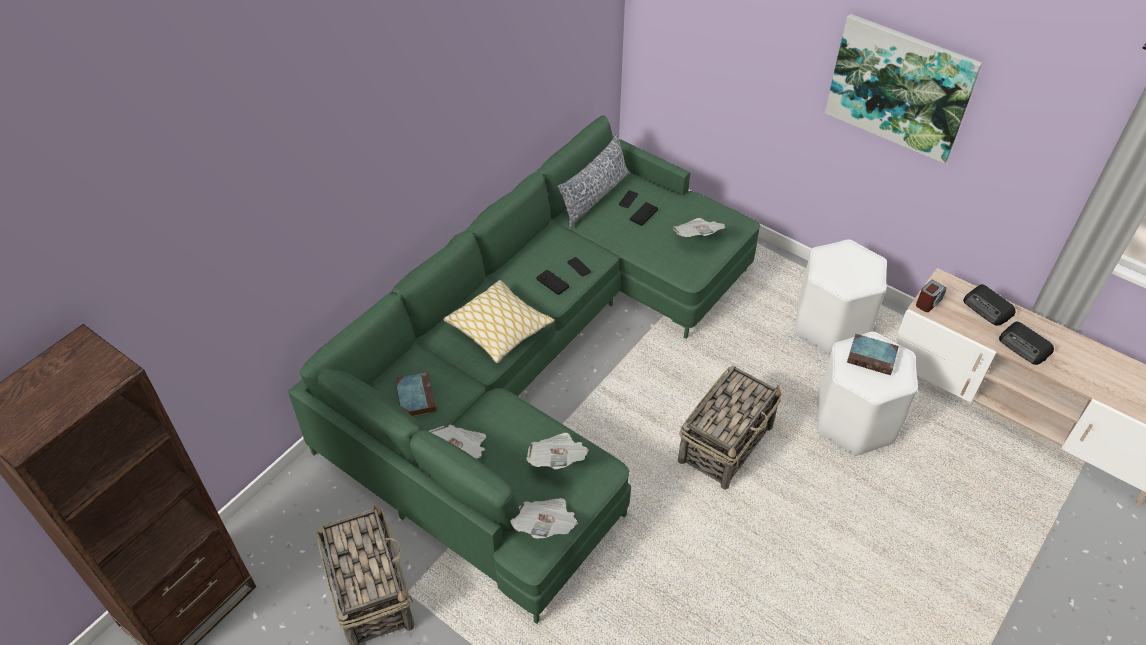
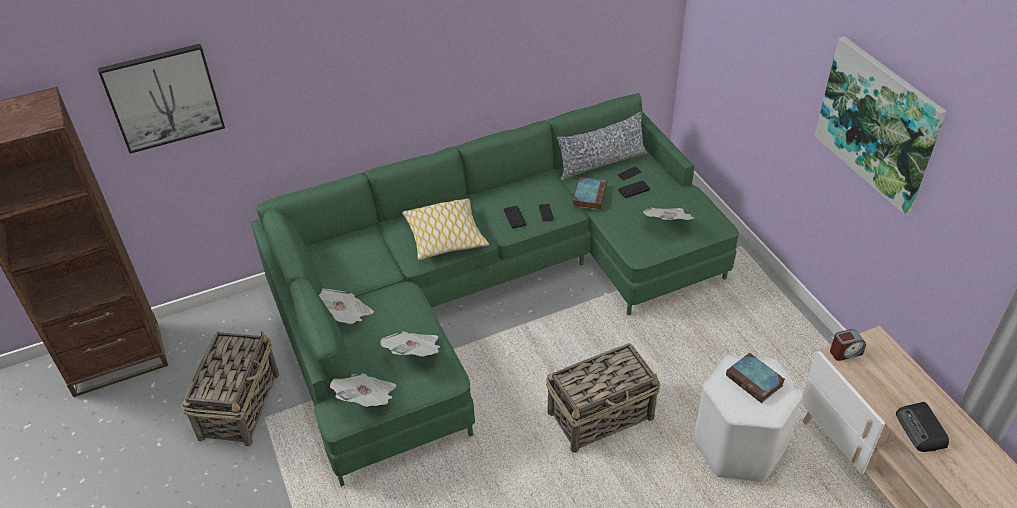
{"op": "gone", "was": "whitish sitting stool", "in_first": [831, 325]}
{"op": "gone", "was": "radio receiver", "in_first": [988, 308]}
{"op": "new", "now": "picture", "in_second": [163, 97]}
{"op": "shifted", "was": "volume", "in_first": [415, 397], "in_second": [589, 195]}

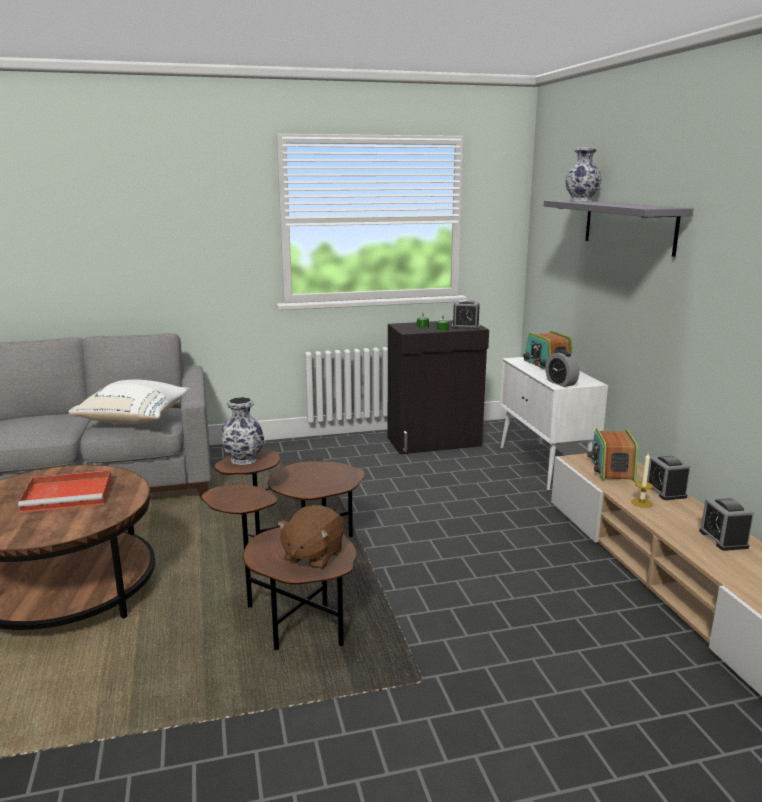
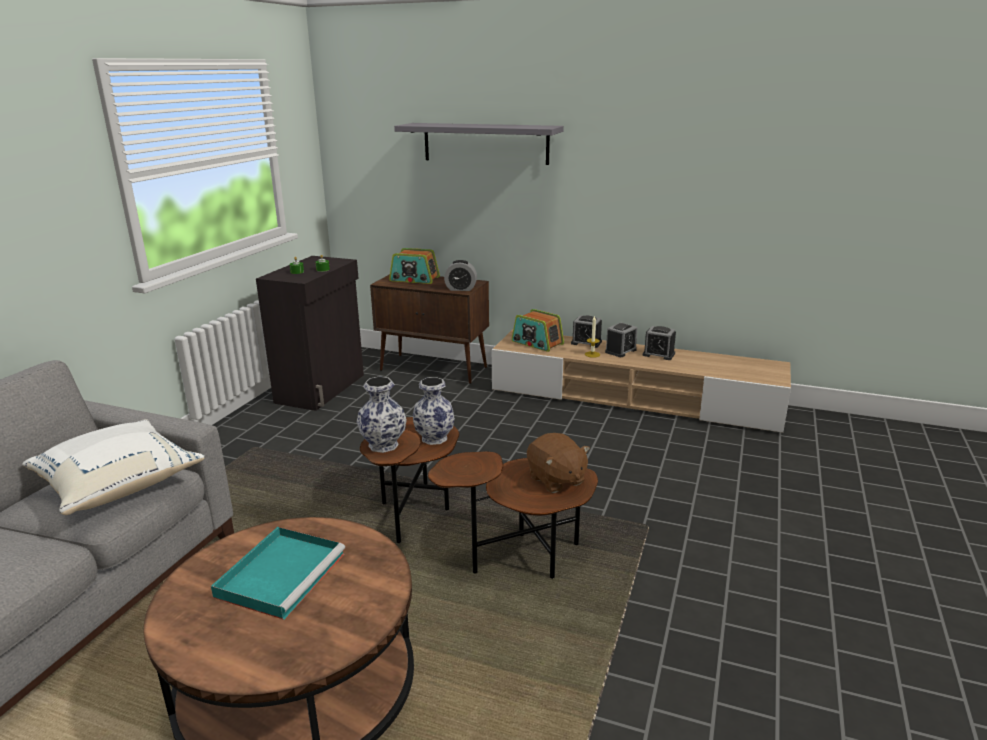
{"op": "shifted", "was": "bedside clock", "in_first": [465, 327], "in_second": [620, 351]}
{"op": "shifted", "was": "decorative vase", "in_first": [581, 200], "in_second": [435, 438]}
{"op": "repainted", "was": "red tray", "now": "turquoise tray", "in_first": [70, 494], "in_second": [282, 573]}
{"op": "repainted", "was": "whitish storage cabinet", "now": "brown storage cabinet", "in_first": [545, 466], "in_second": [434, 369]}

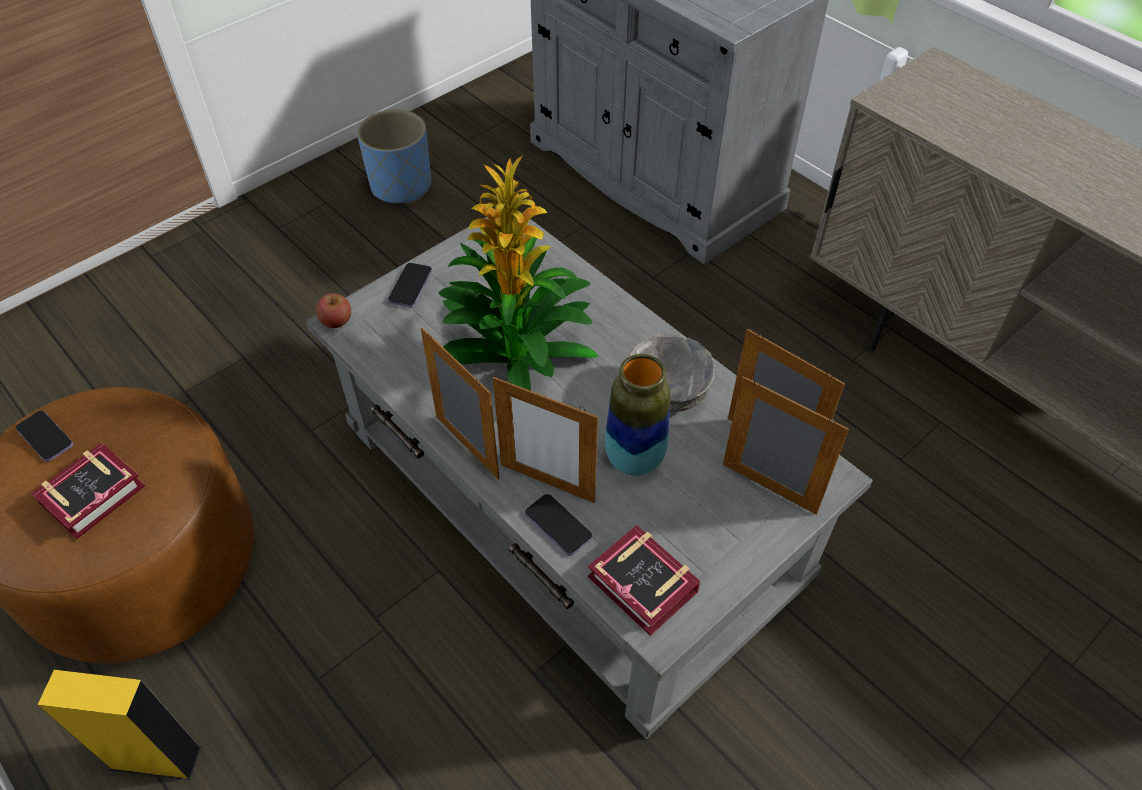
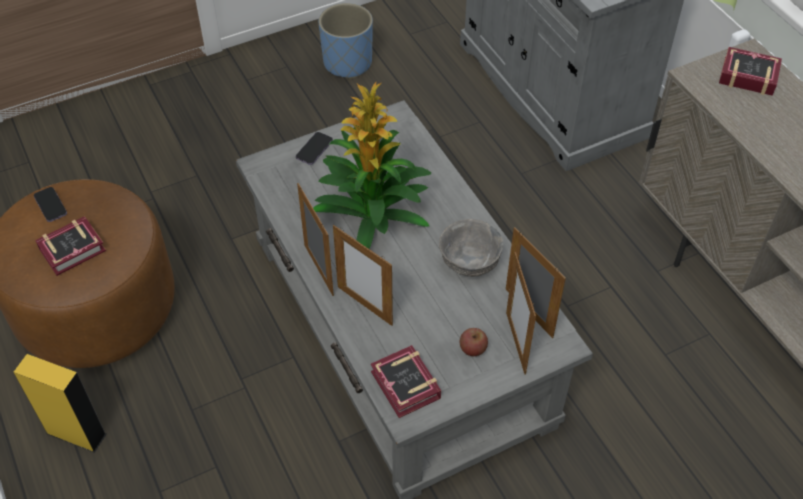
{"op": "gone", "was": "phone", "in_first": [558, 526]}
{"op": "gone", "was": "decorative vase", "in_first": [634, 459]}
{"op": "new", "now": "volume", "in_second": [746, 74]}
{"op": "shifted", "was": "whole apple", "in_first": [336, 321], "in_second": [473, 348]}
{"op": "rotated", "was": "picture frame", "in_first": [769, 488], "in_second": [515, 343], "clockwise": -150}

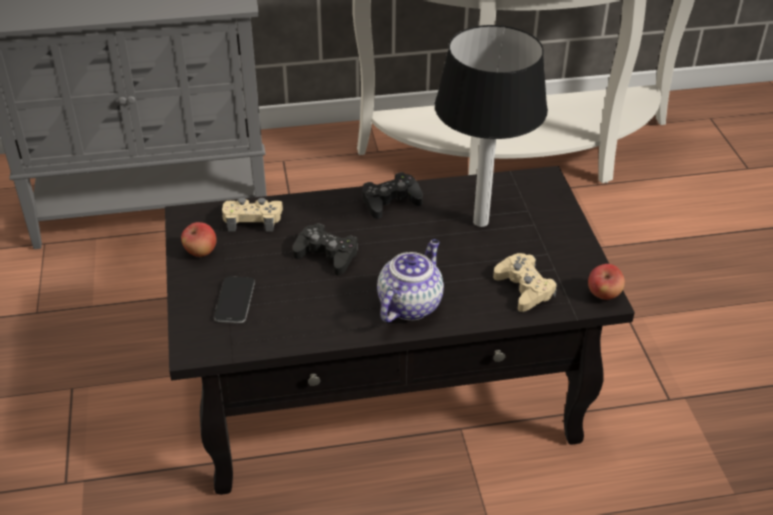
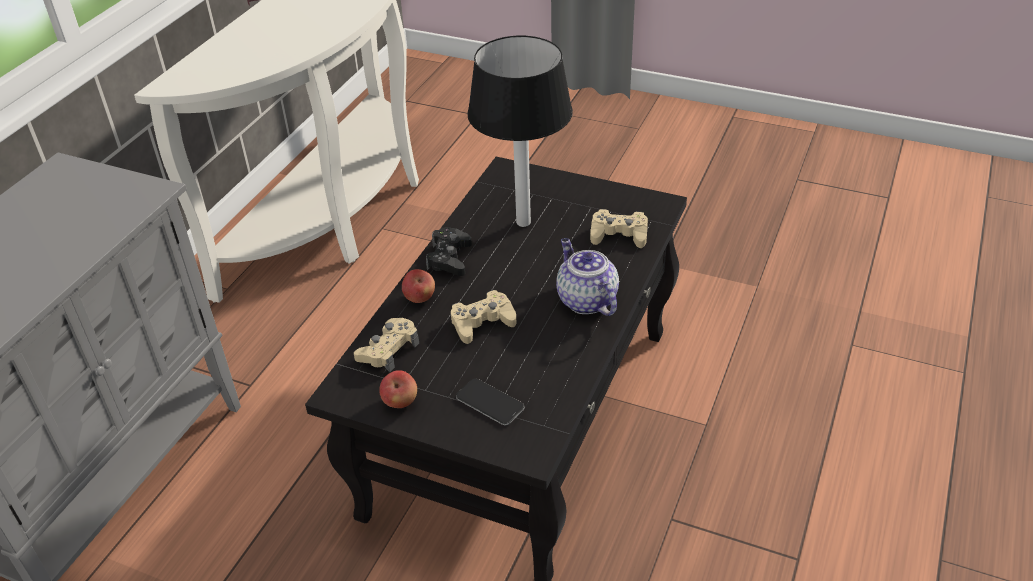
{"op": "shifted", "was": "whole apple", "in_first": [603, 294], "in_second": [419, 298]}
{"op": "repainted", "was": "blackish joypad", "now": "beige joypad", "in_first": [327, 255], "in_second": [482, 322]}

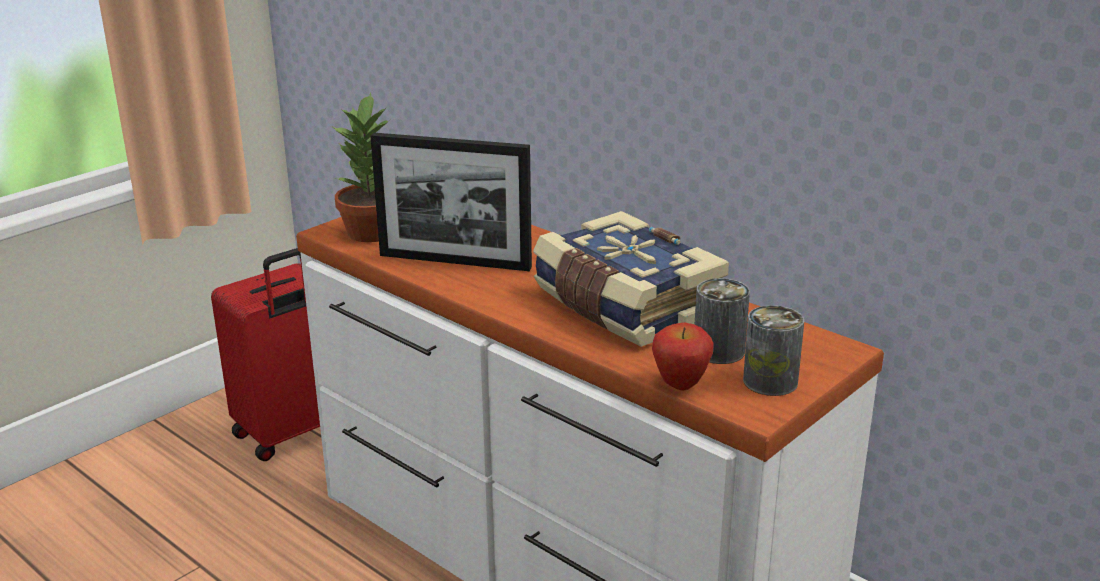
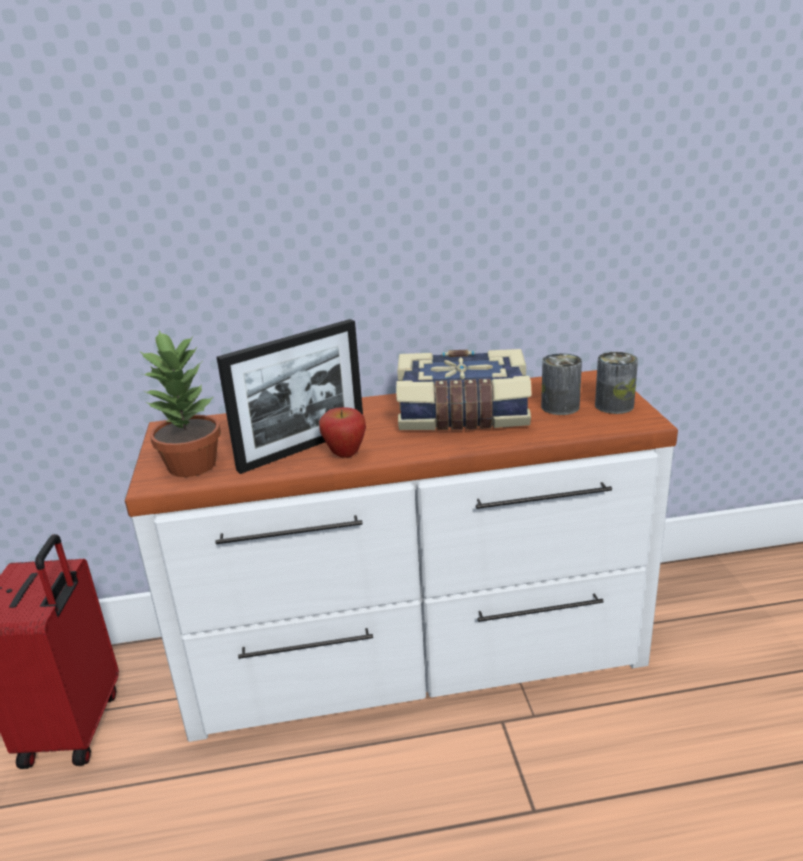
{"op": "shifted", "was": "whole apple", "in_first": [680, 385], "in_second": [345, 455]}

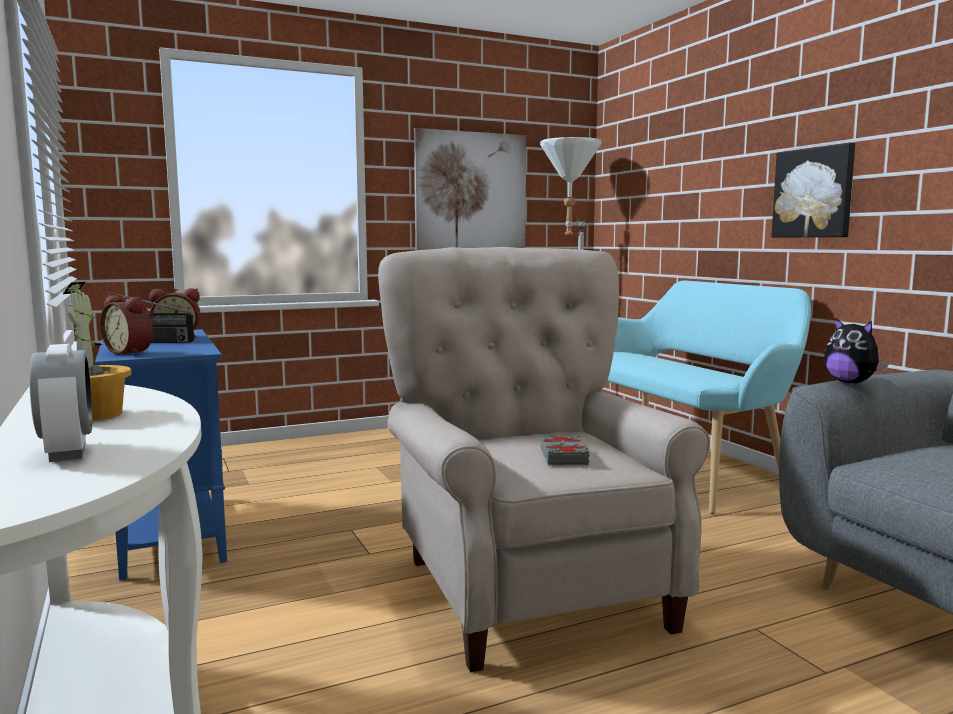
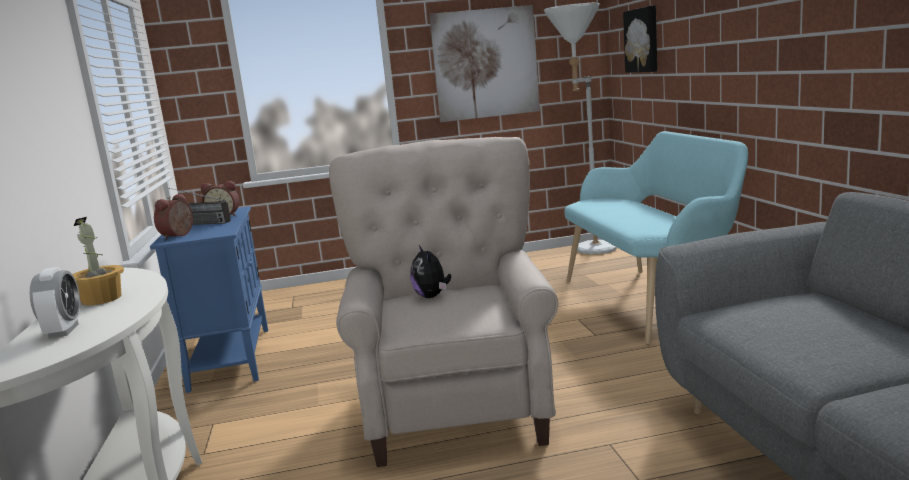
{"op": "gone", "was": "gray volume", "in_first": [564, 457]}
{"op": "shifted", "was": "picture", "in_first": [814, 193], "in_second": [642, 40]}
{"op": "shifted", "was": "cuddly toy", "in_first": [851, 382], "in_second": [432, 296]}
{"op": "rotated", "was": "bedside clock", "in_first": [131, 352], "in_second": [179, 235], "clockwise": 60}

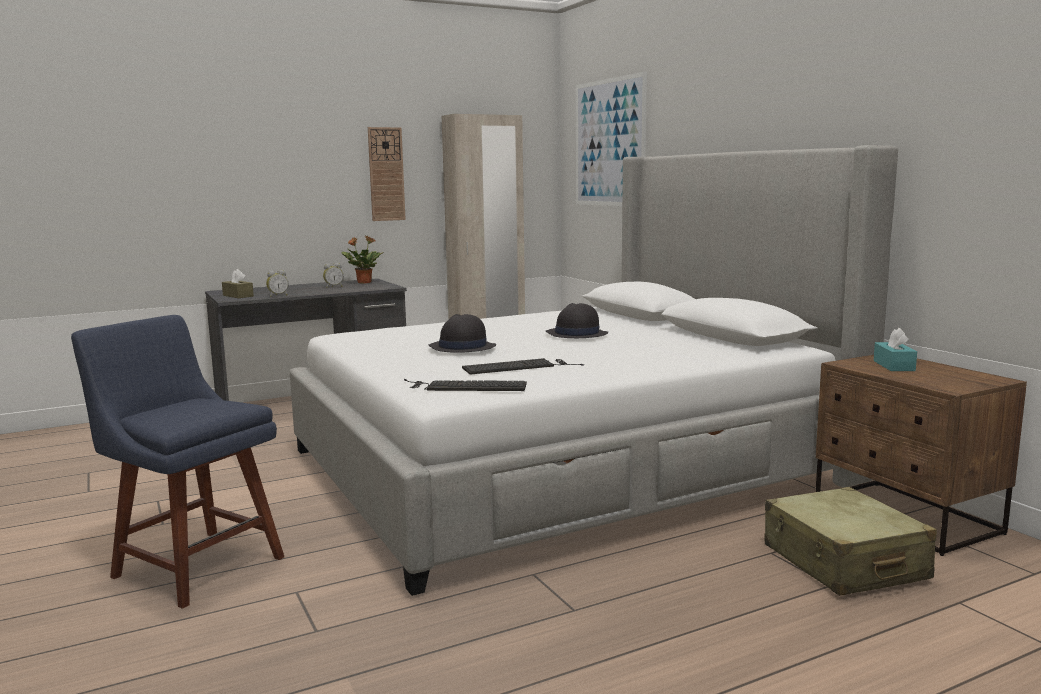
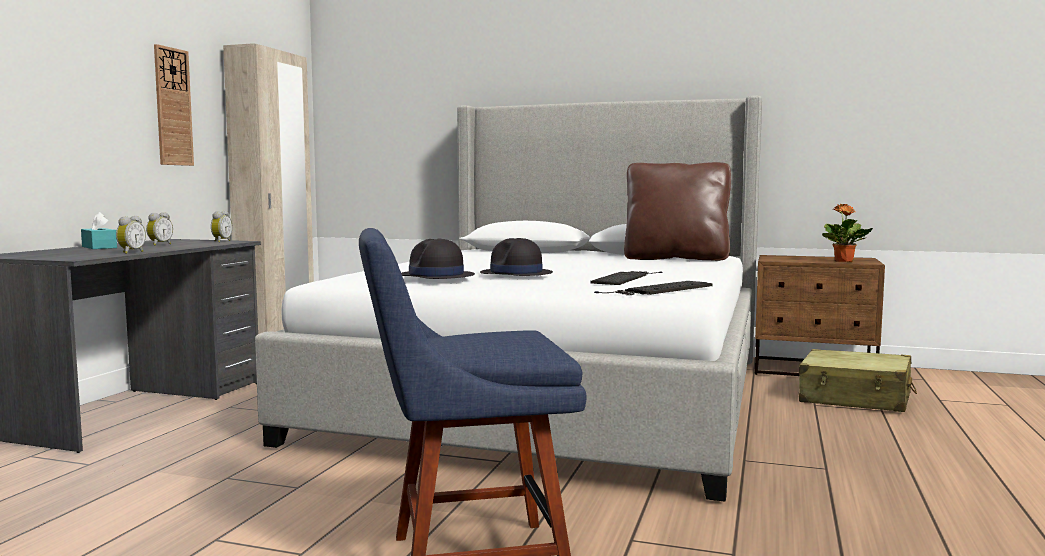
{"op": "gone", "was": "brown box of tissues", "in_first": [238, 296]}
{"op": "gone", "was": "picture", "in_first": [609, 143]}
{"op": "new", "now": "bedside clock", "in_second": [220, 241]}
{"op": "new", "now": "brown throw pillow", "in_second": [675, 259]}
{"op": "shifted", "was": "plant in a pot", "in_first": [363, 282], "in_second": [843, 261]}
{"op": "shifted", "was": "blackish hat", "in_first": [576, 334], "in_second": [436, 276]}
{"op": "shifted", "was": "turquoise box of tissues", "in_first": [894, 366], "in_second": [99, 247]}

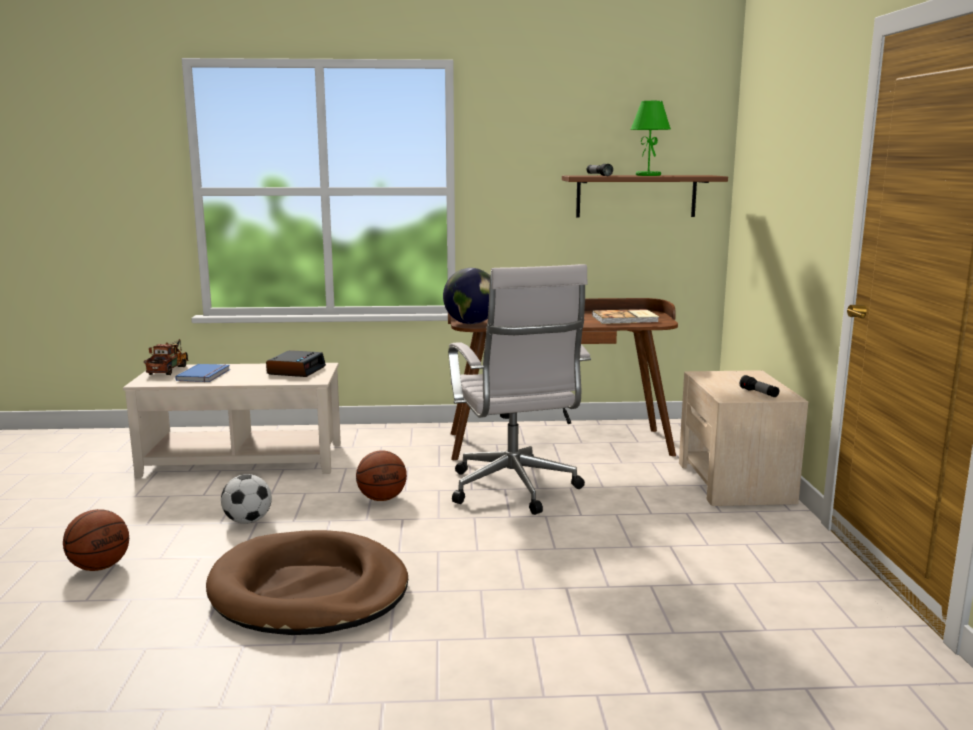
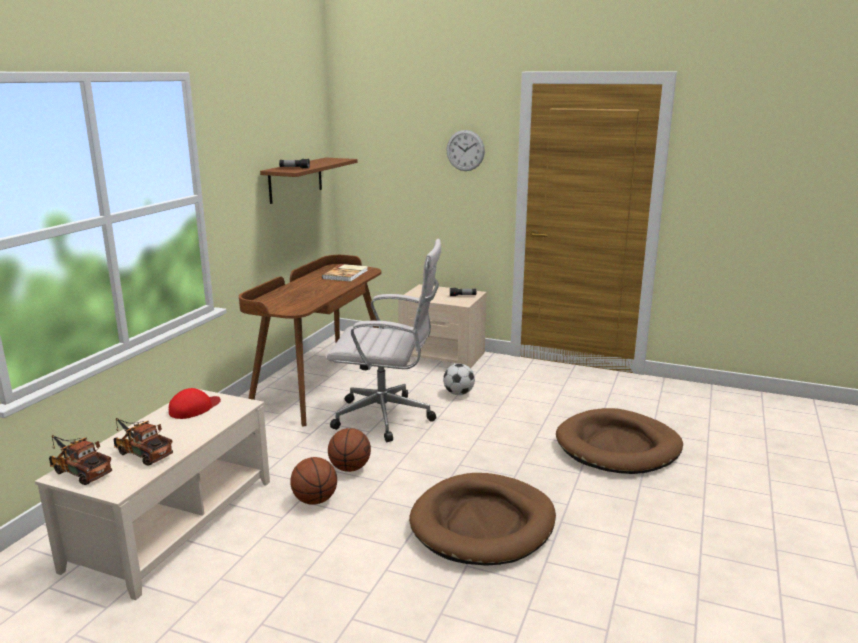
{"op": "gone", "was": "globe", "in_first": [471, 323]}
{"op": "gone", "was": "green-coloured tabletop lamp", "in_first": [648, 175]}
{"op": "new", "now": "wall clock", "in_second": [465, 150]}
{"op": "new", "now": "brown dog cushion", "in_second": [618, 446]}
{"op": "shifted", "was": "ball for basketball", "in_first": [100, 566], "in_second": [314, 500]}
{"op": "shifted", "was": "football", "in_first": [248, 521], "in_second": [458, 393]}
{"op": "swapped", "was": "bluish volume", "now": "toy lorry", "in_first": [205, 375], "in_second": [141, 452]}
{"op": "swapped", "was": "bedside clock", "now": "red baseball cap", "in_first": [296, 370], "in_second": [194, 408]}

